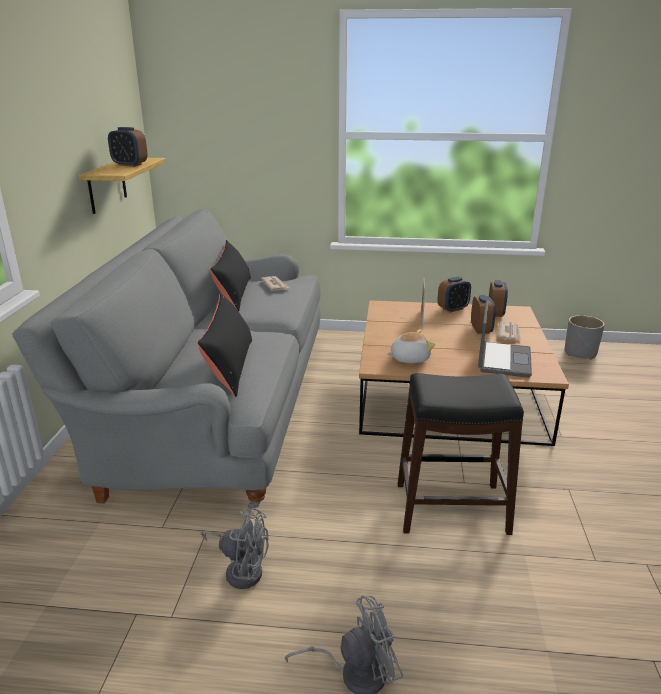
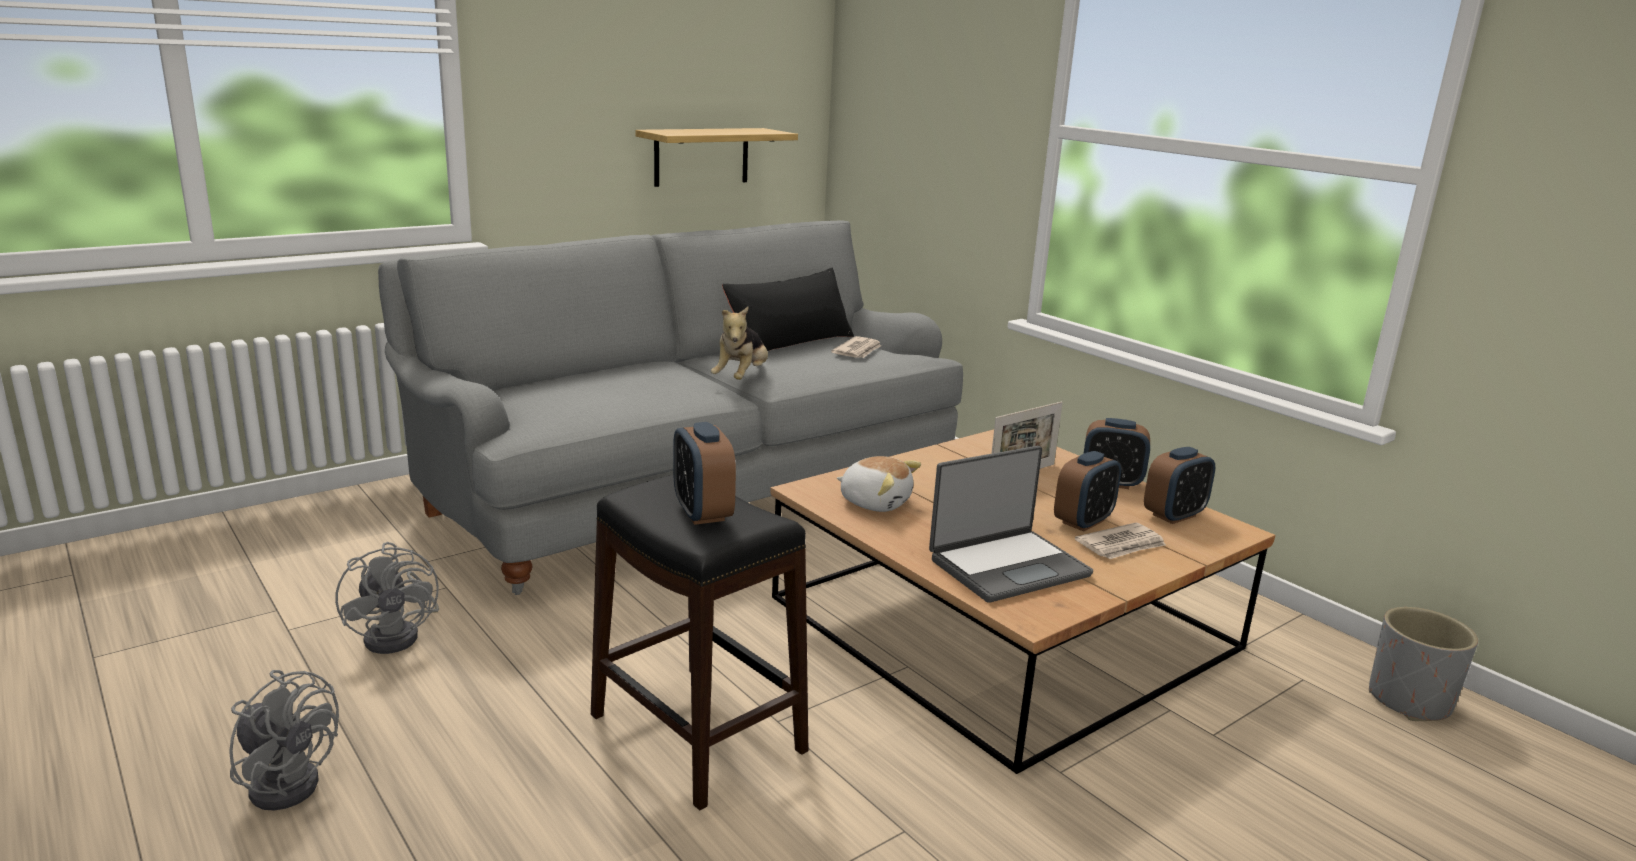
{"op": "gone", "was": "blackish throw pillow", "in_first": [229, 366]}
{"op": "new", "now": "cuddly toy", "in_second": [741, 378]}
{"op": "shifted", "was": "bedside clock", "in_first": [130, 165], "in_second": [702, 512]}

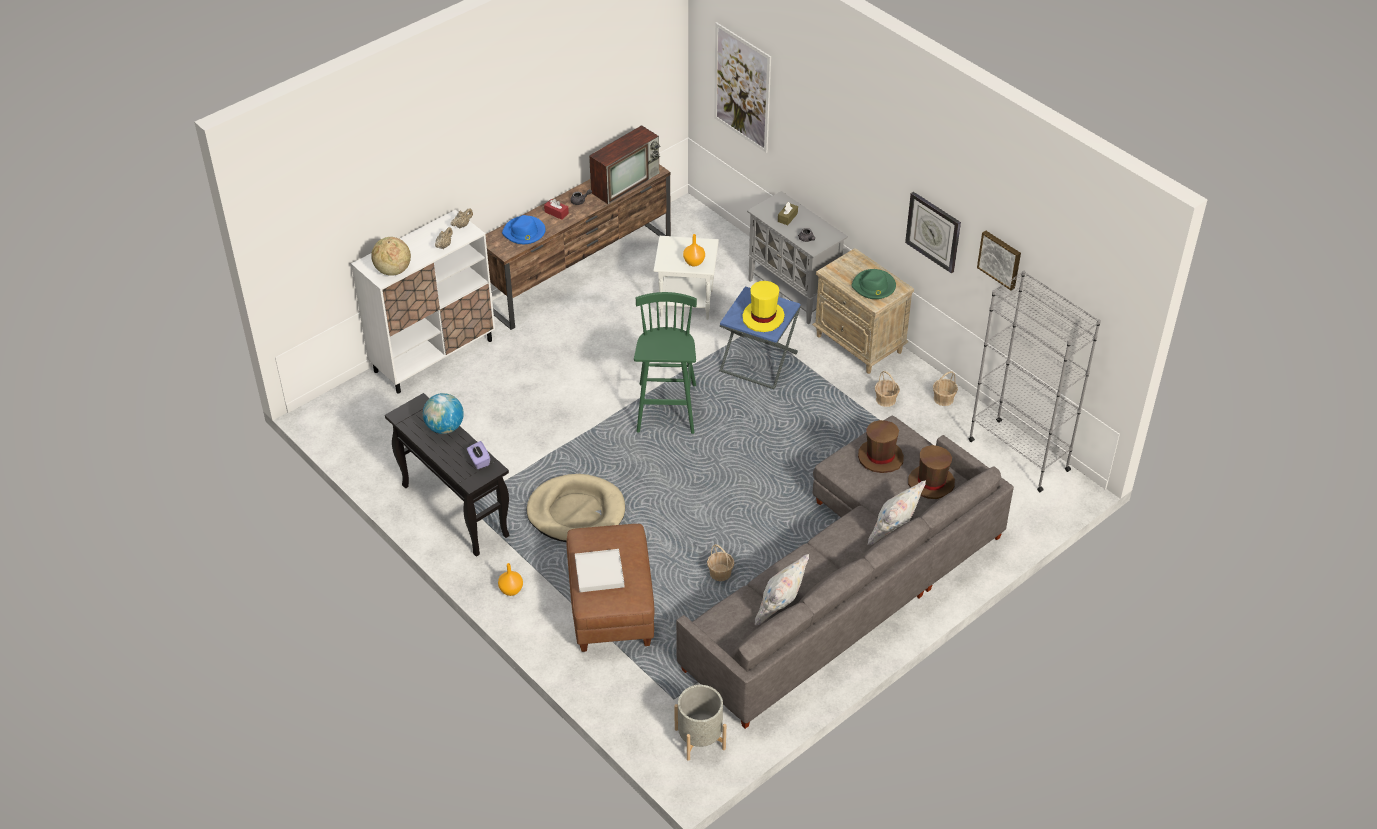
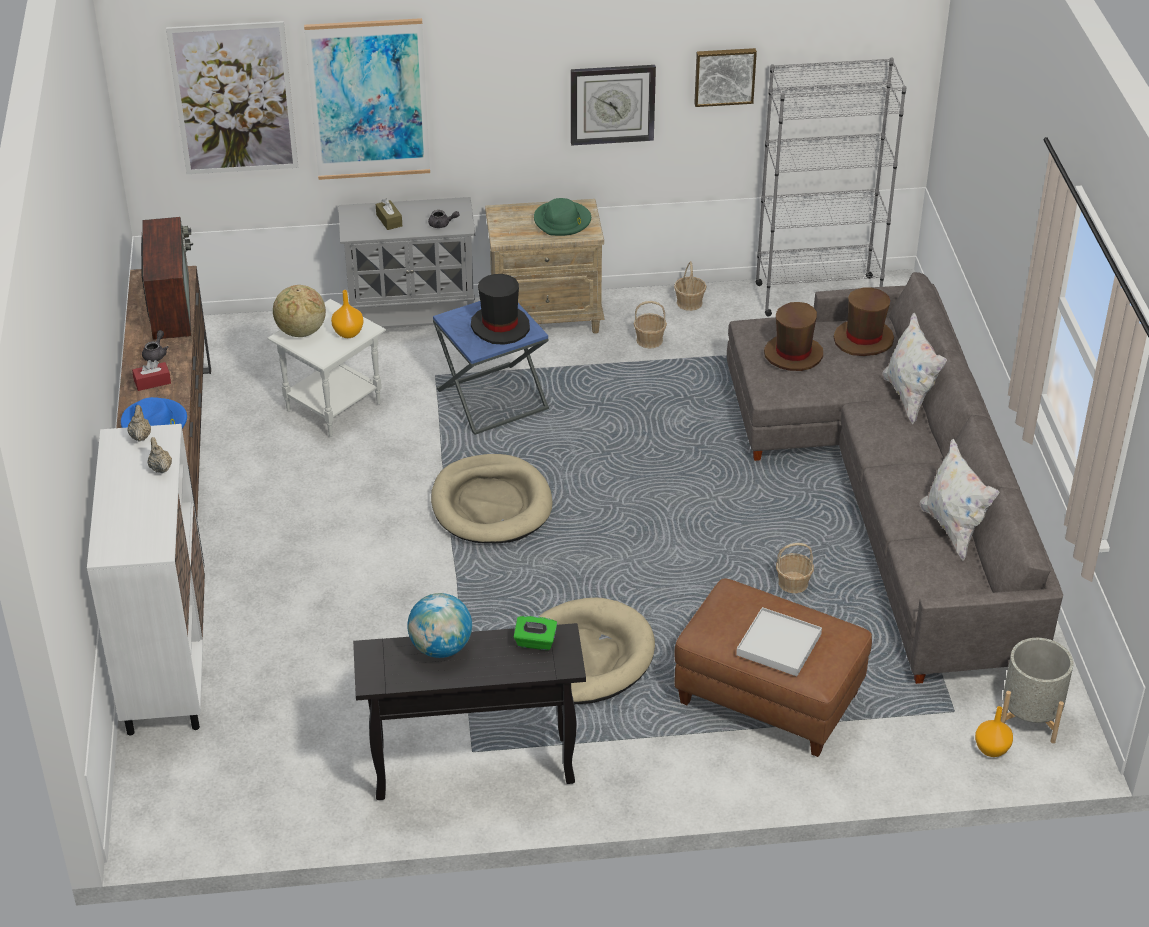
{"op": "new", "now": "picture", "in_second": [368, 99]}
{"op": "shifted", "was": "globe", "in_first": [393, 270], "in_second": [301, 332]}
{"op": "shifted", "was": "orange decorative vase", "in_first": [510, 590], "in_second": [991, 750]}
{"op": "swapped", "was": "green-coloured sitting stool", "now": "beige dog cushion", "in_first": [666, 409], "in_second": [491, 504]}
{"op": "repainted", "was": "purple box of tissues", "now": "green-coloured box of tissues", "in_first": [479, 461], "in_second": [535, 642]}
{"op": "repainted", "was": "yellow hat", "now": "blackish hat", "in_first": [763, 317], "in_second": [500, 326]}

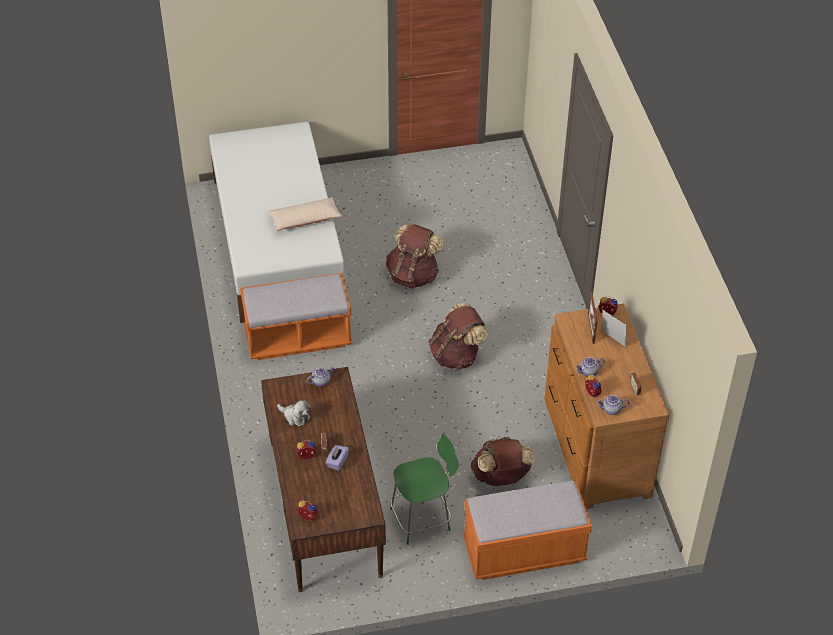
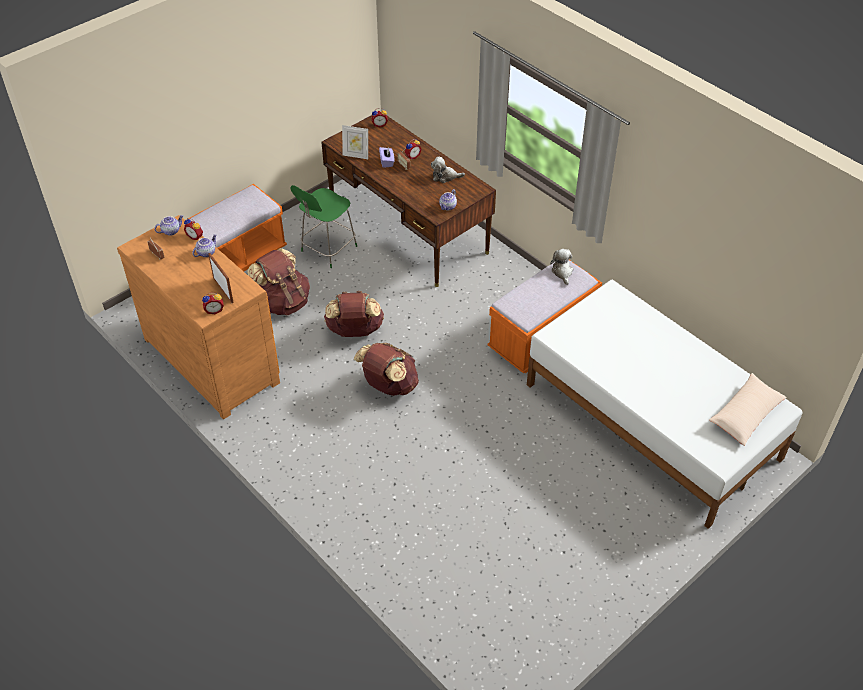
{"op": "new", "now": "cuddly toy", "in_second": [562, 272]}
{"op": "shifted", "was": "beige throw pillow", "in_first": [305, 219], "in_second": [745, 414]}
{"op": "shifted", "was": "brown backpack", "in_first": [413, 275], "in_second": [355, 331]}
{"op": "shifted", "was": "picture frame", "in_first": [612, 341], "in_second": [356, 155]}

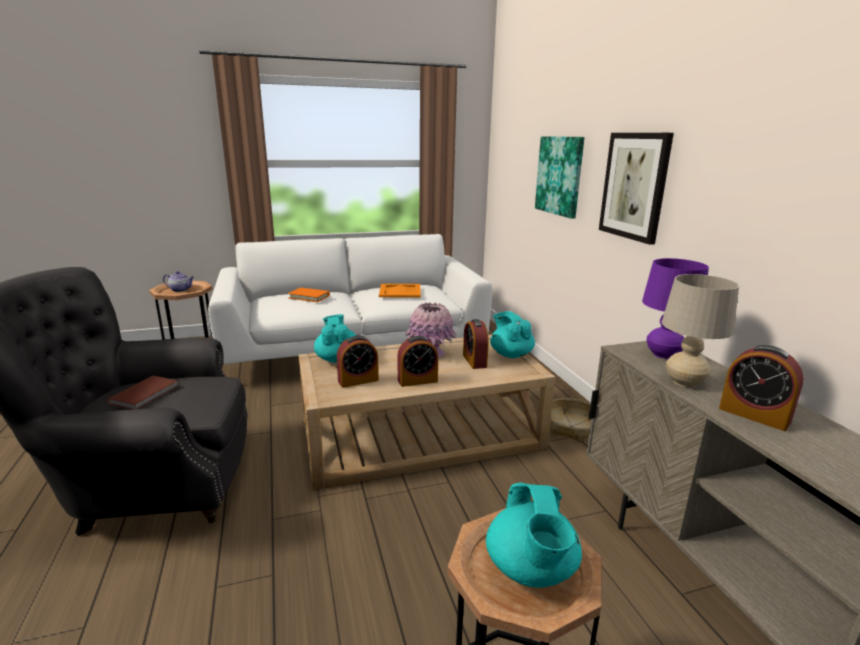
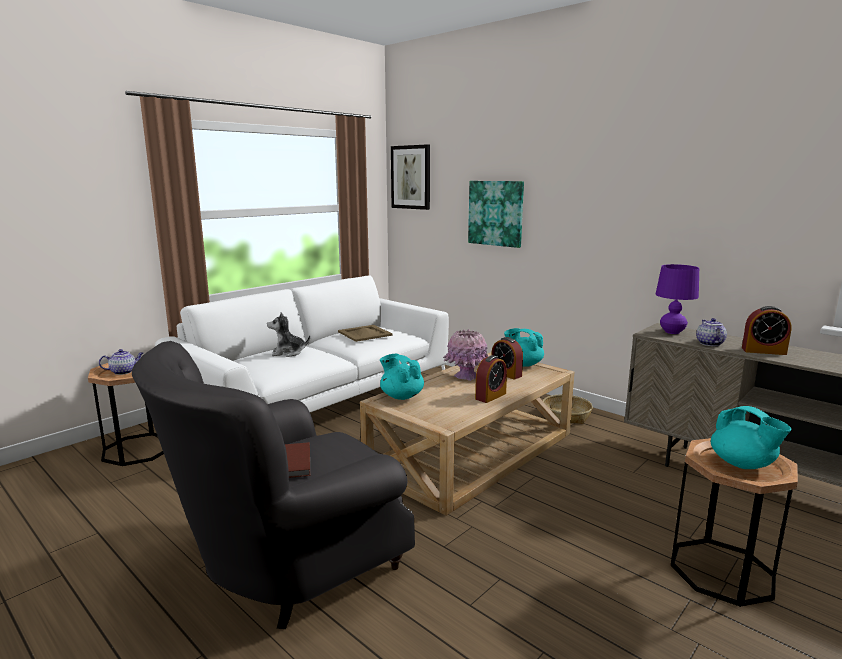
{"op": "gone", "was": "bedside clock", "in_first": [358, 380]}
{"op": "shifted", "was": "picture", "in_first": [634, 186], "in_second": [411, 177]}
{"op": "swapped", "was": "orange volume", "now": "cuddly toy", "in_first": [309, 297], "in_second": [288, 353]}
{"op": "swapped", "was": "beige tabletop lamp", "now": "teapot", "in_first": [685, 382], "in_second": [709, 343]}
{"op": "repainted", "was": "orange tray", "now": "beige tray", "in_first": [400, 291], "in_second": [365, 333]}

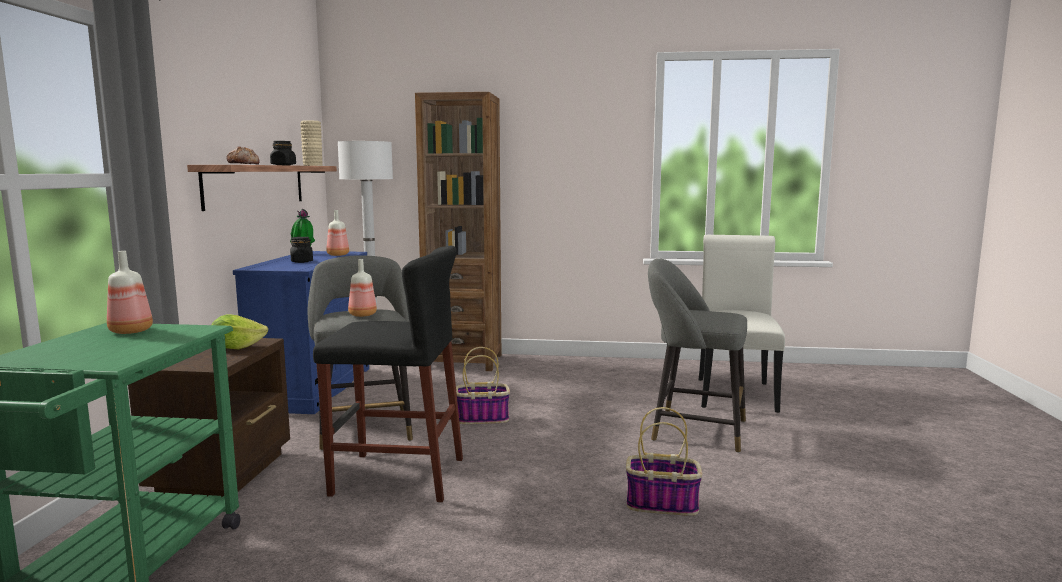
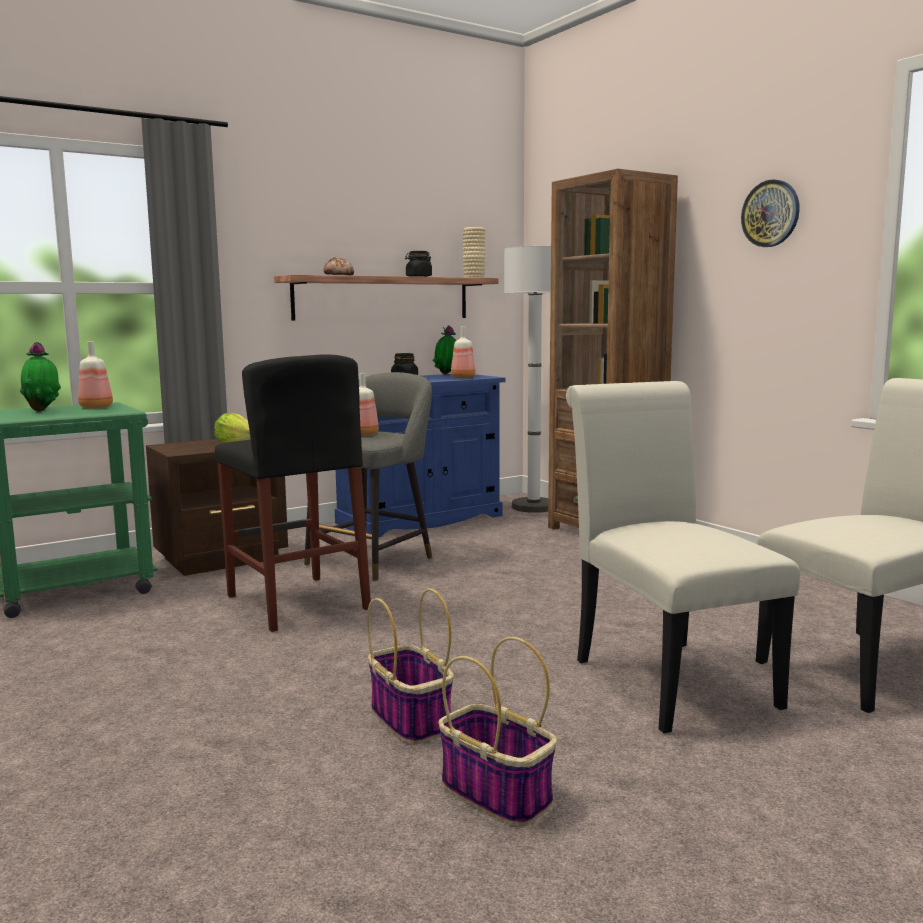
{"op": "new", "now": "plant in a pot", "in_second": [43, 411]}
{"op": "new", "now": "wall clock", "in_second": [771, 213]}
{"op": "shifted", "was": "basket", "in_first": [483, 418], "in_second": [498, 794]}
{"op": "swapped", "was": "gray sitting stool", "now": "whitish upright chair", "in_first": [692, 429], "in_second": [665, 677]}

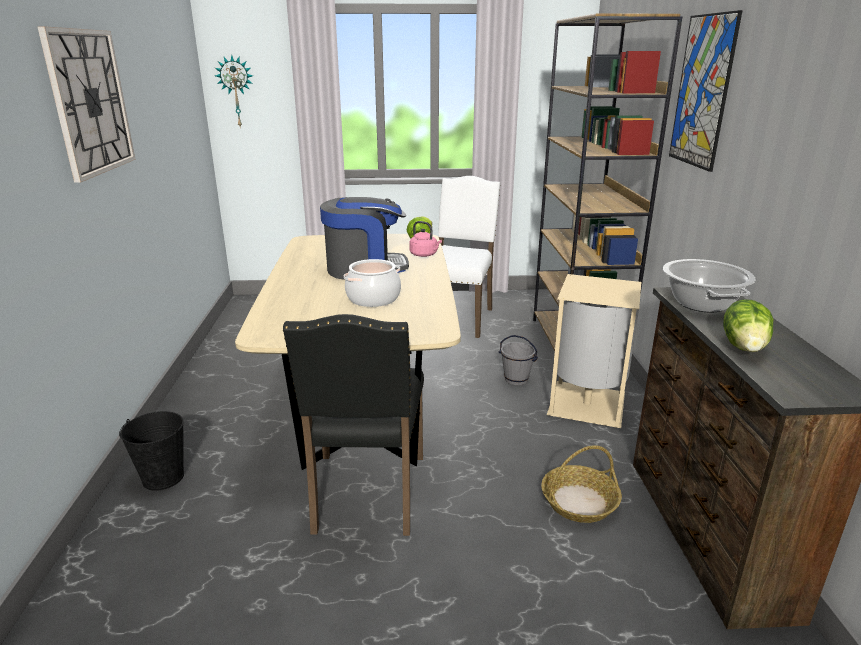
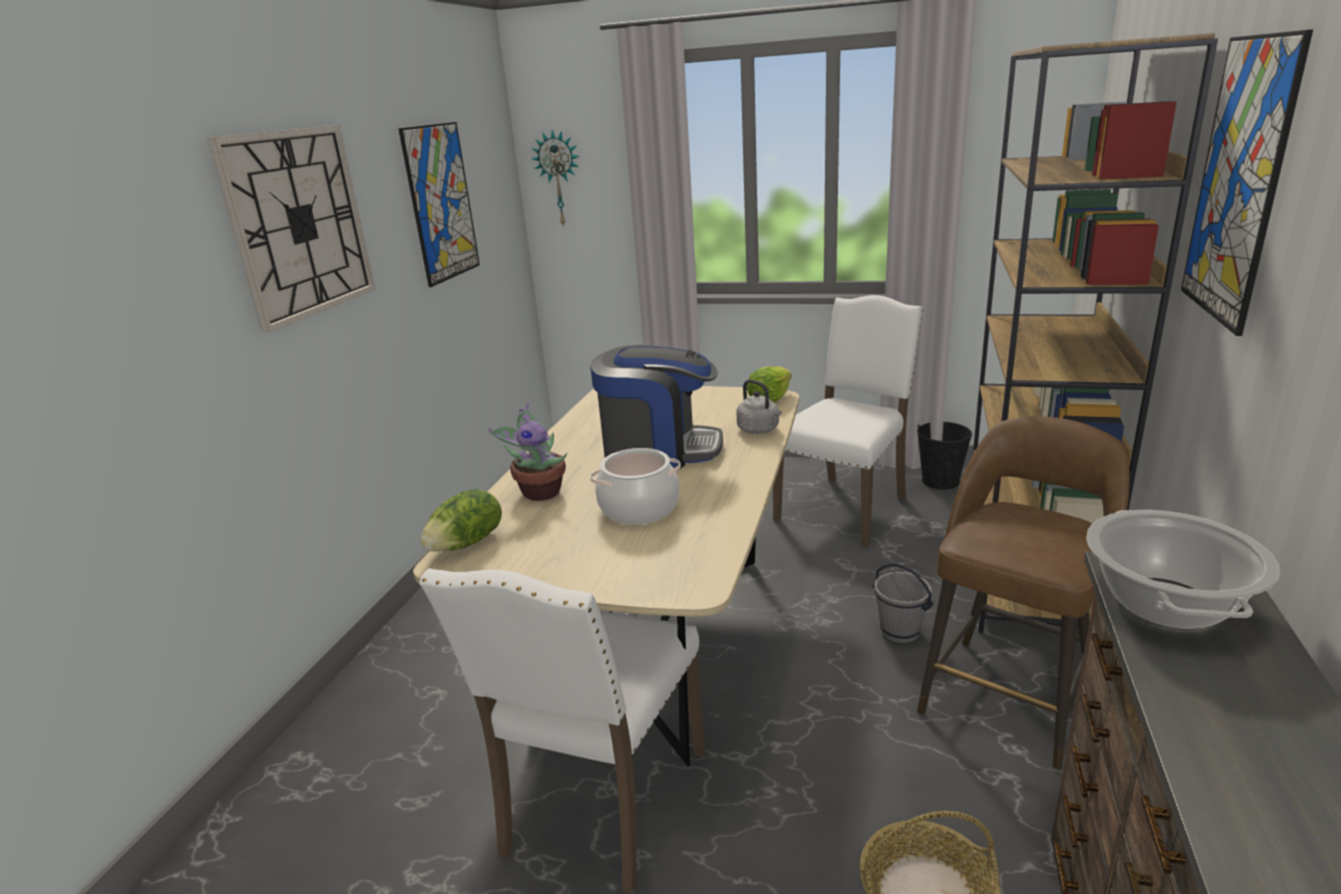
{"op": "new", "now": "picture", "in_second": [441, 203]}
{"op": "new", "now": "plant in a pot", "in_second": [539, 492]}
{"op": "shifted", "was": "blackish pail", "in_first": [163, 477], "in_second": [940, 481]}
{"op": "shifted", "was": "head of lettuce", "in_first": [745, 346], "in_second": [467, 543]}
{"op": "swapped", "was": "beige rubbish bin", "now": "brown sitting stool", "in_first": [588, 403], "in_second": [1008, 696]}
{"op": "repainted", "was": "blackish upright chair", "now": "whitish upright chair", "in_first": [366, 494], "in_second": [599, 803]}
{"op": "repainted", "was": "pink-coloured kettle", "now": "gray kettle", "in_first": [425, 255], "in_second": [759, 430]}

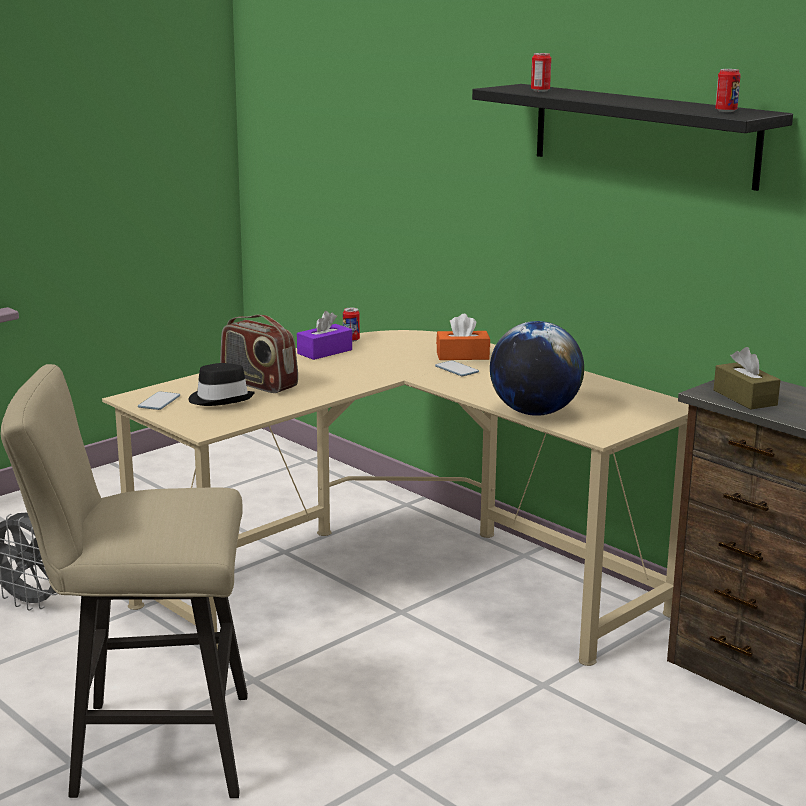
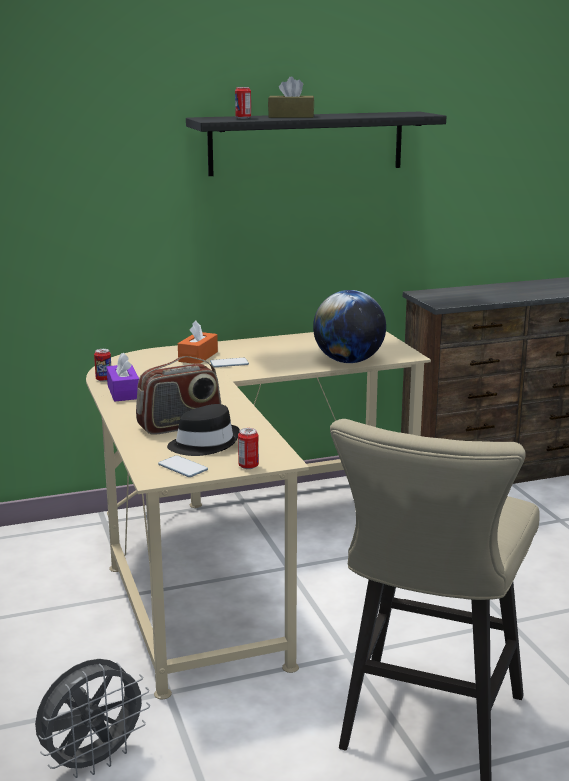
{"op": "shifted", "was": "brown box of tissues", "in_first": [745, 398], "in_second": [291, 116]}
{"op": "shifted", "was": "metal can", "in_first": [726, 111], "in_second": [248, 466]}

